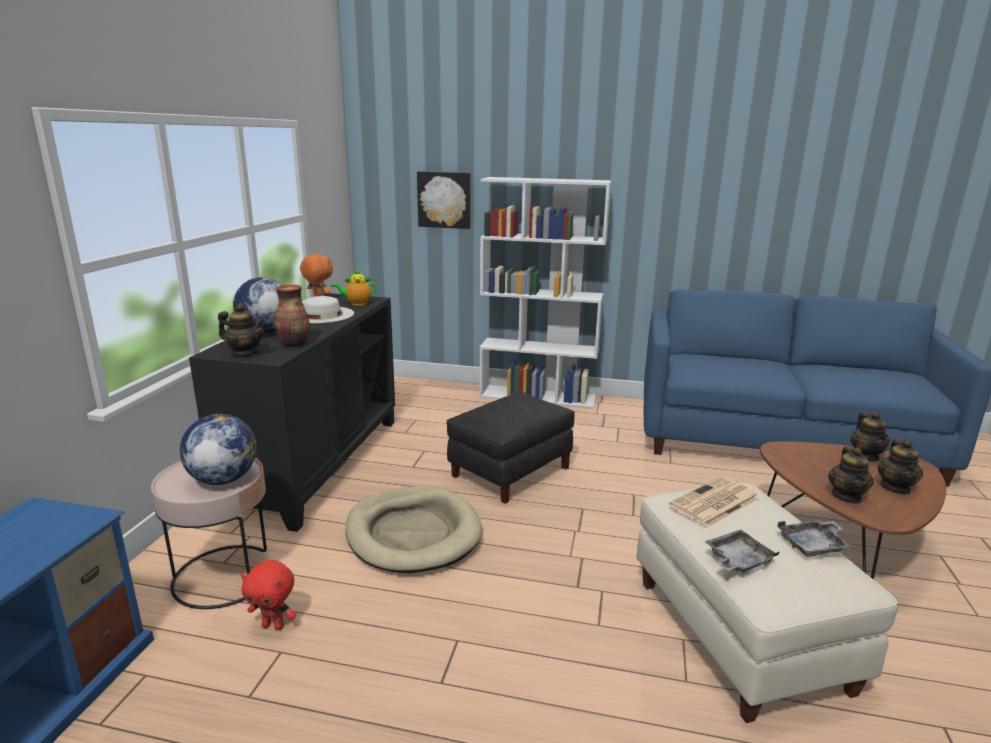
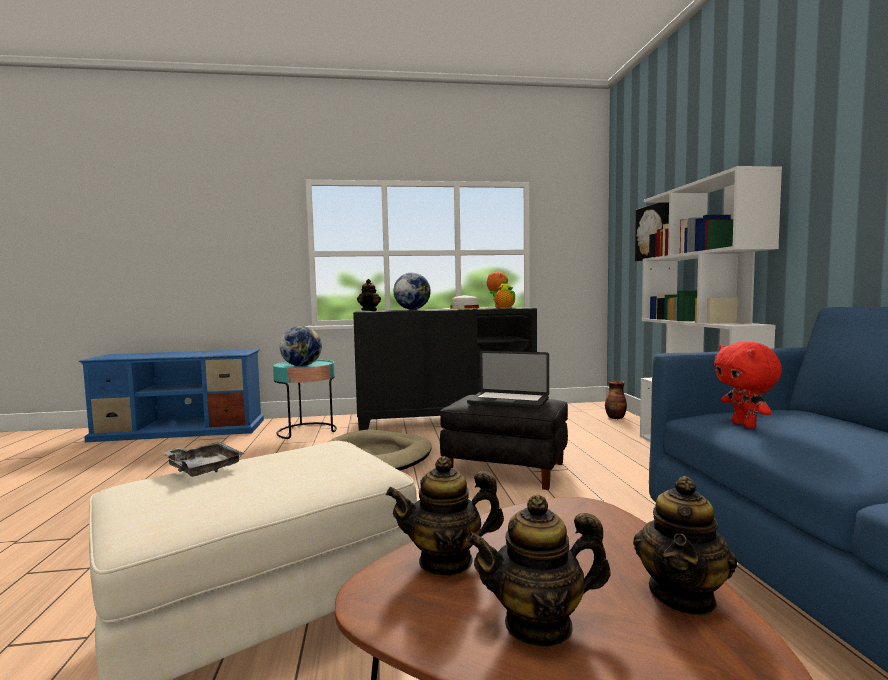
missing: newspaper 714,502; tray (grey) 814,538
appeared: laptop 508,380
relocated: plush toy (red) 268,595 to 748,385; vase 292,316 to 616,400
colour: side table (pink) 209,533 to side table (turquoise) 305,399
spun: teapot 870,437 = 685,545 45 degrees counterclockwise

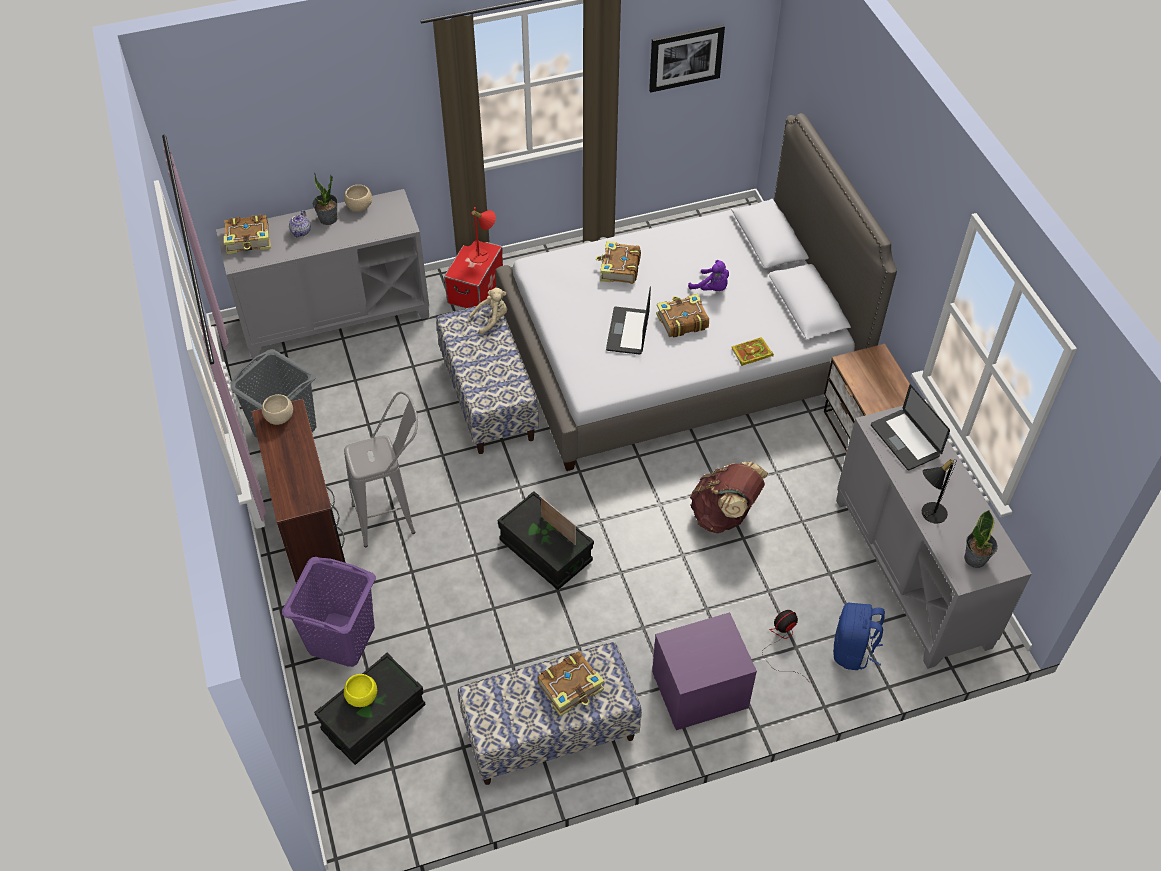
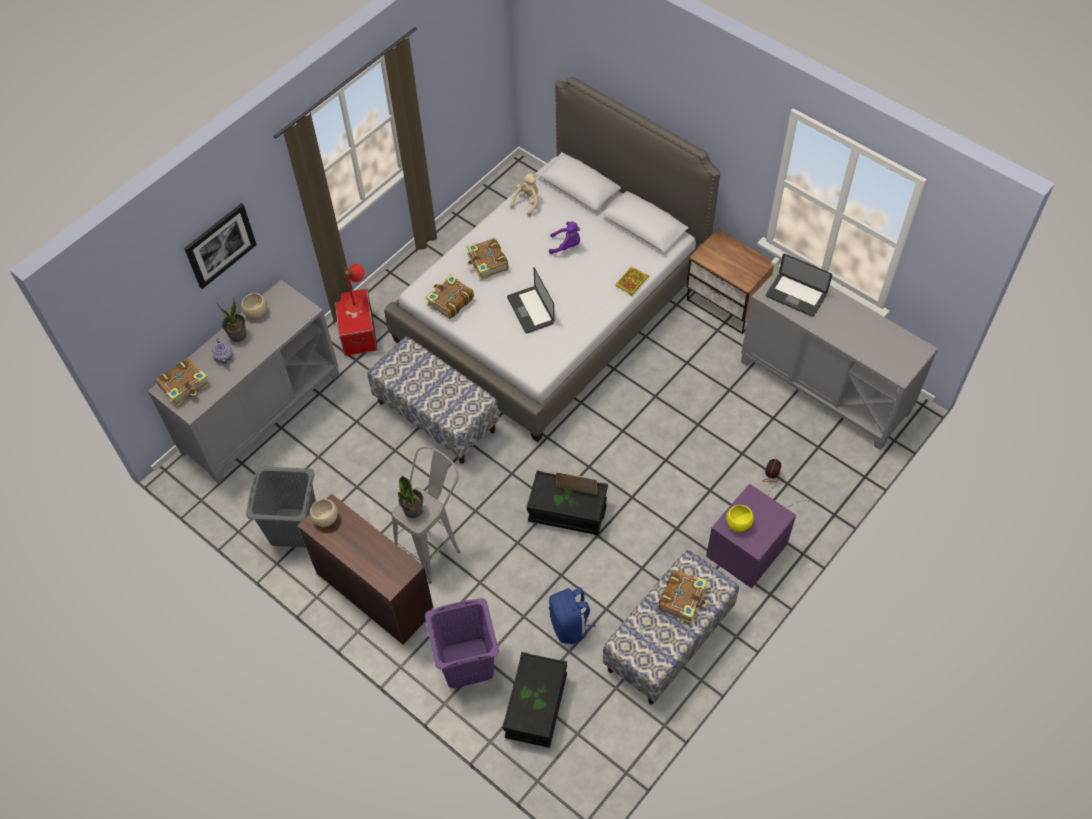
missing: backpack (brown) 729,497; table lamp (black) 939,491
relocated: bowl (yellow) 360,690 to 740,518; plush toy (beige) 488,311 to 524,194; picture 687,58 to 220,246; book 682,315 to 450,296; backpack (blue) 859,636 to 572,615; potted plant 981,539 to 411,497

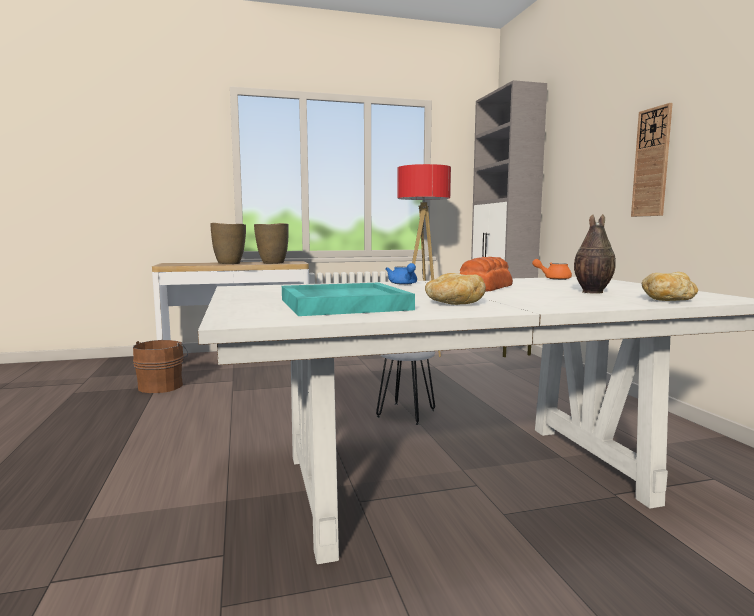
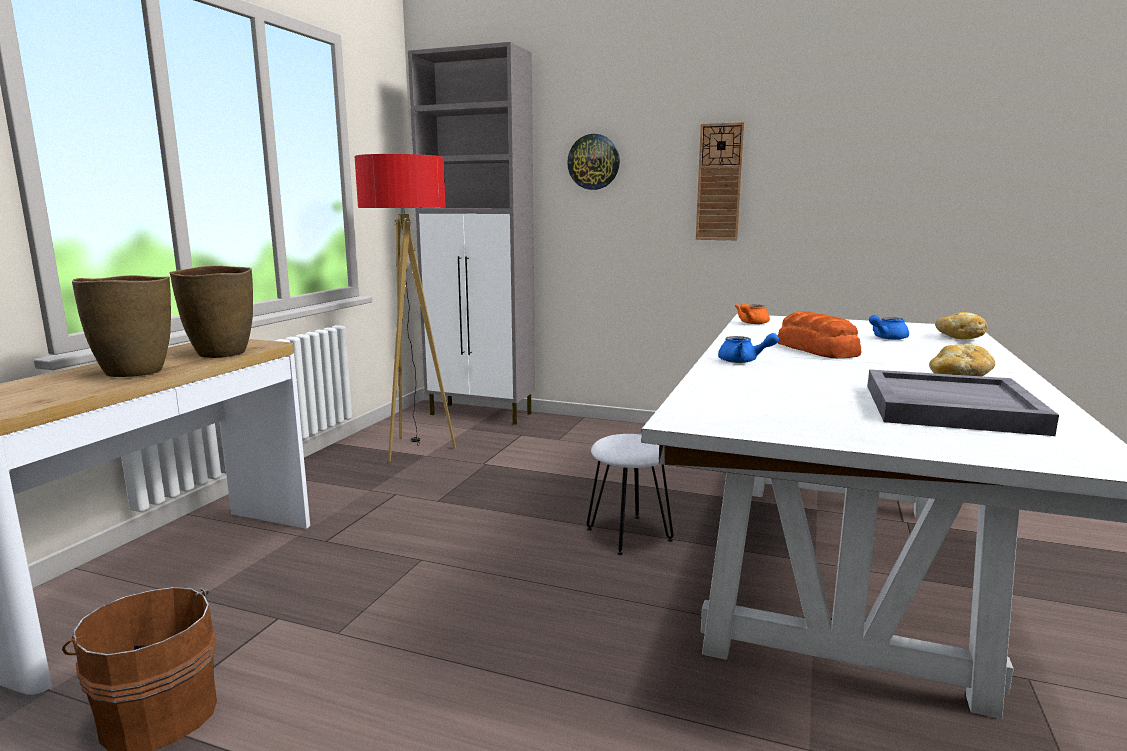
appeared: wall clock 593,162
exchanged: vase 595,254 to teapot (blue) 889,327
colour: tray (turquoise) 348,299 to tray (grey) 963,402

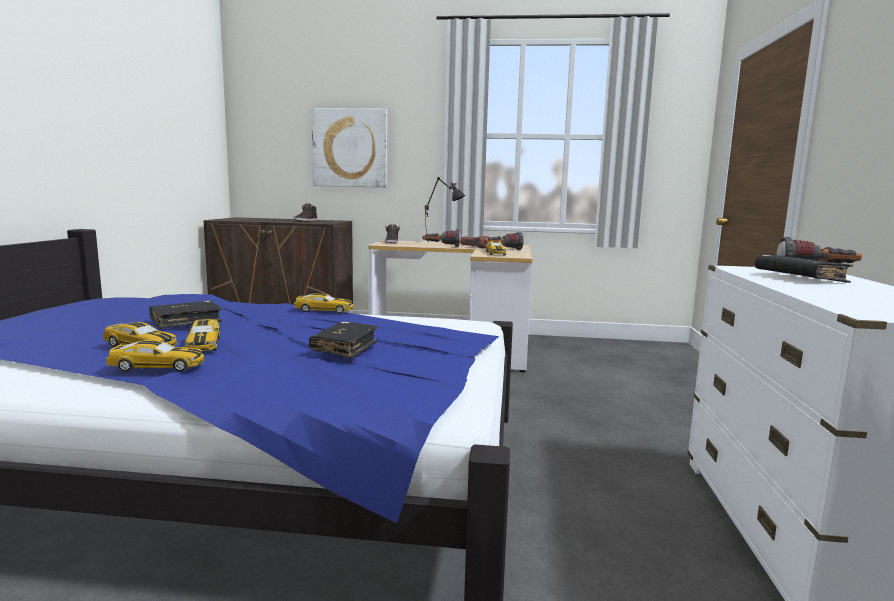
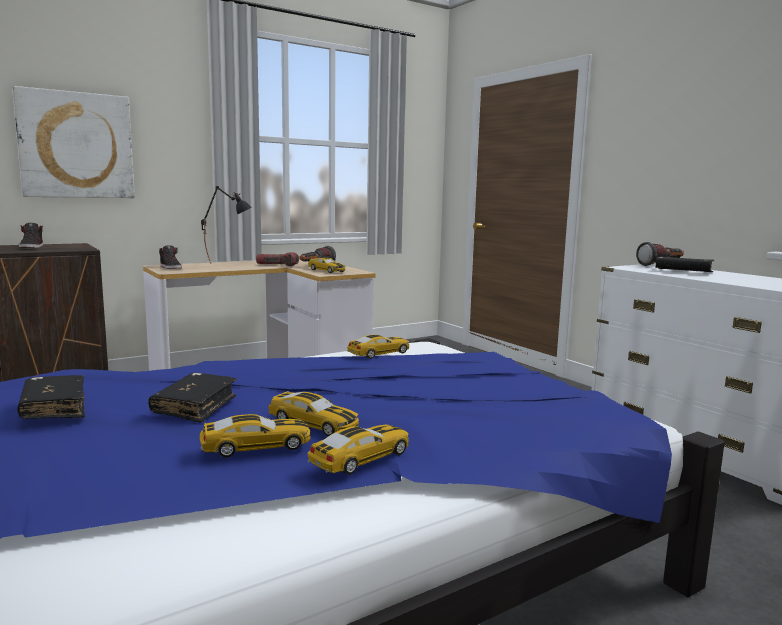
missing: flashlight 441,238
relocated: toy car 323,303 to 378,347; book (black) 343,340 to 51,397

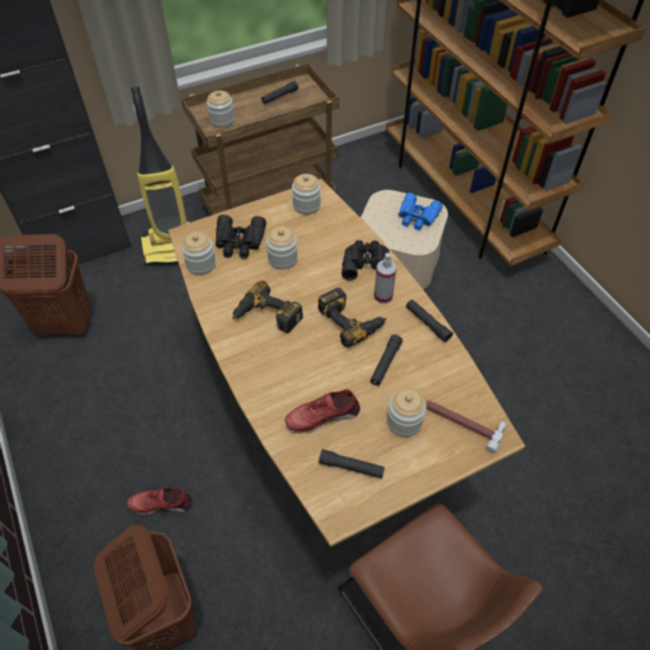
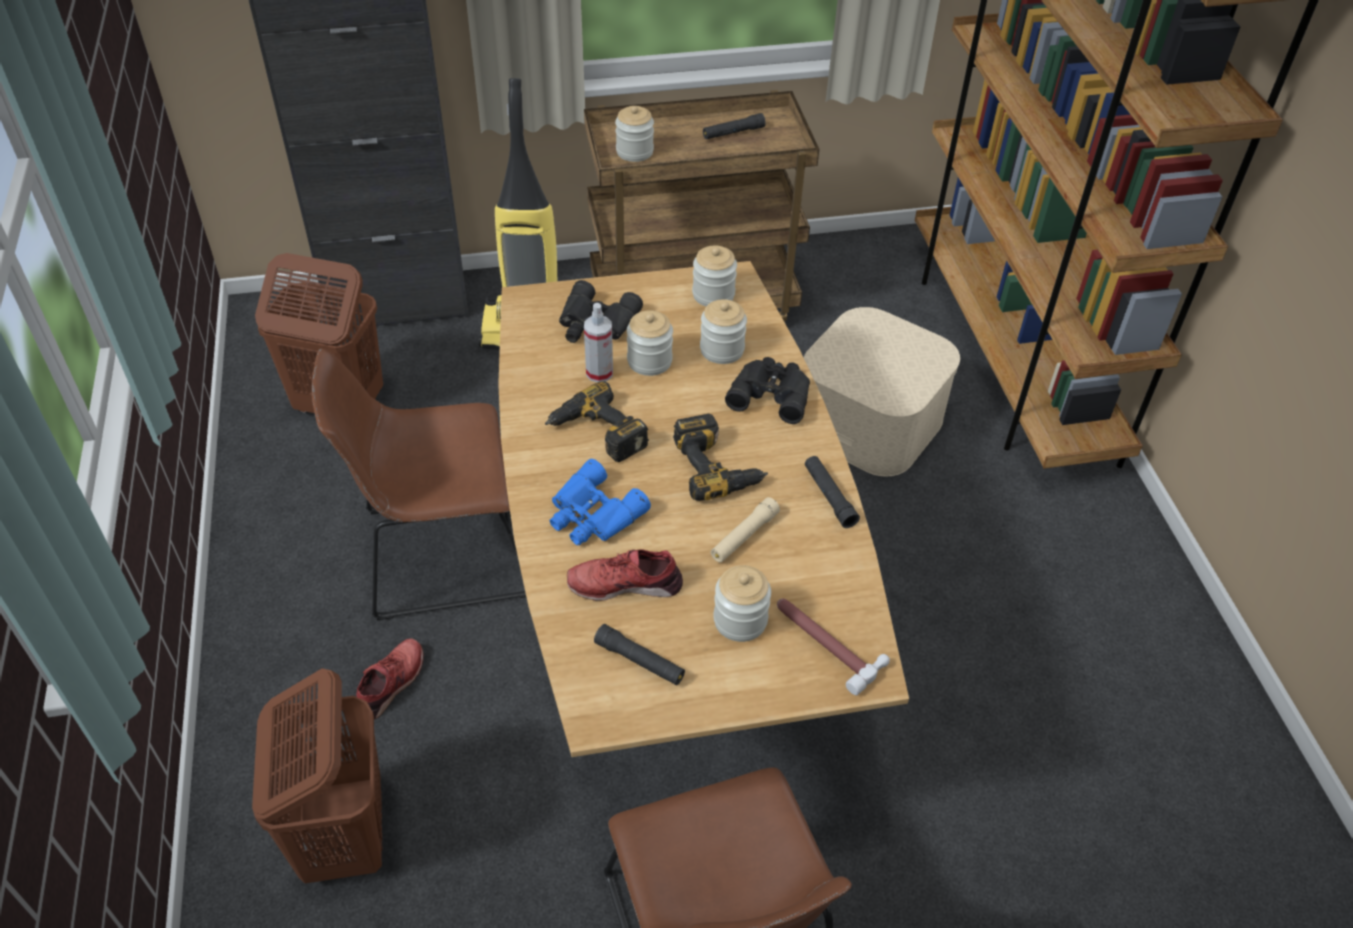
appeared: chair (brown) 419,484
relocated: jar 198,253 to 723,331; spray bottle 385,278 to 598,342; binoculars (blue) 420,212 to 600,502
colour: flashlight (black) 386,360 to flashlight (beige) 745,530
spun: shoe (red) 159,501 = 390,679 105 degrees clockwise

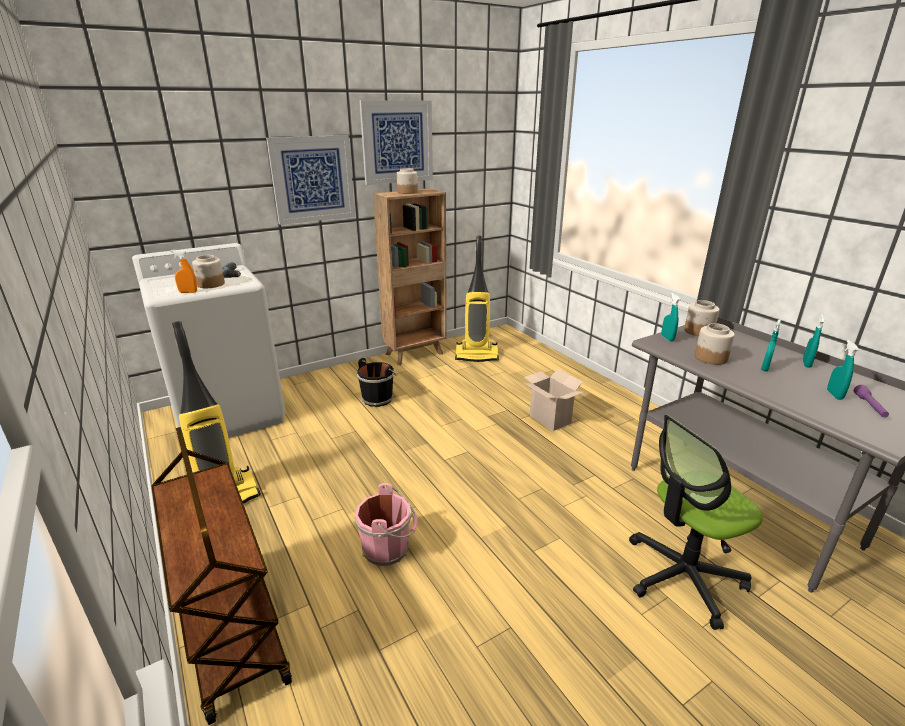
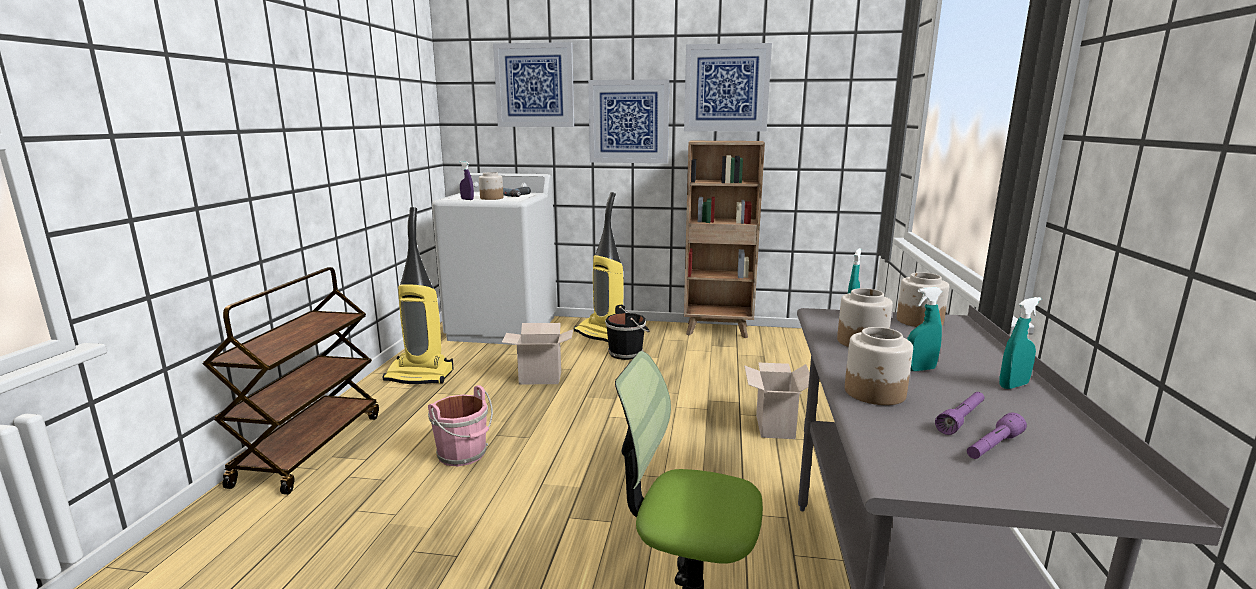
appeared: picture 533,84; cardboard box 537,354
relocated: jar 407,181 to 879,366; vacuum cleaner 477,299 to 599,267
exchanged: spray bottle (turquoise) 843,370 to flashlight (purple) 959,413
colour: spray bottle (orange) 184,271 to spray bottle (purple) 467,180

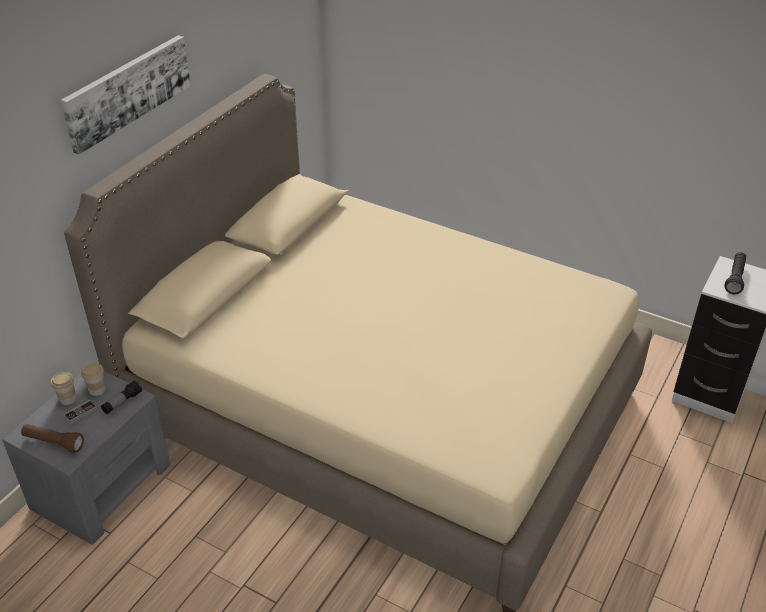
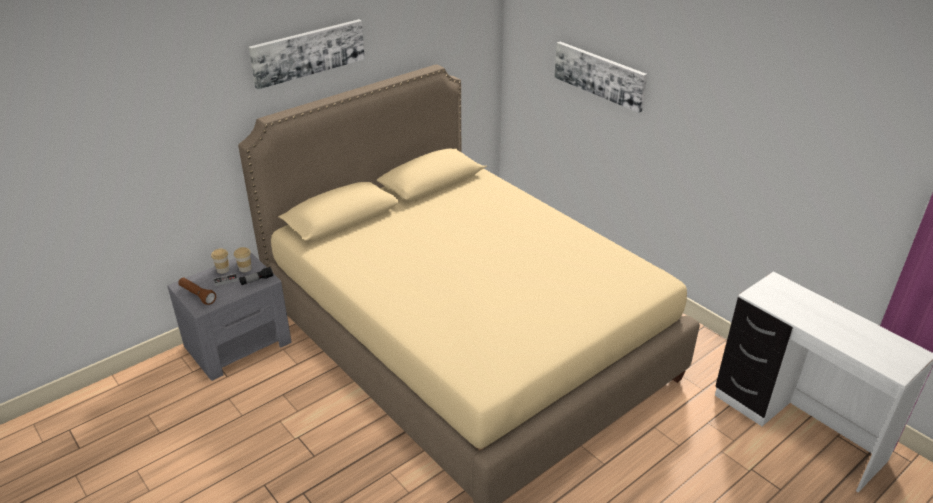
missing: flashlight (black) 735,273
appeared: picture 600,77

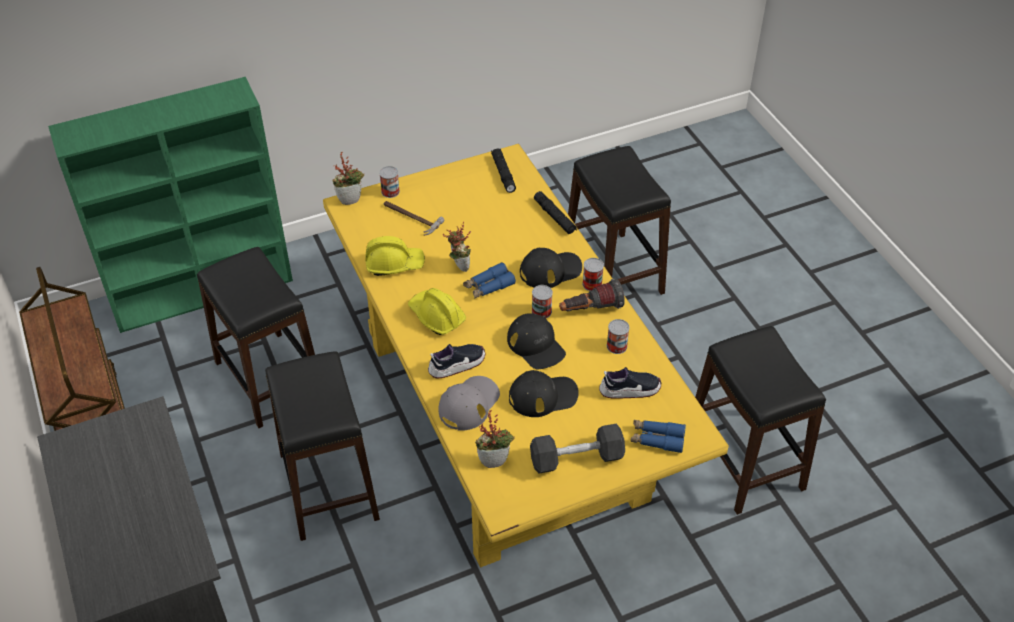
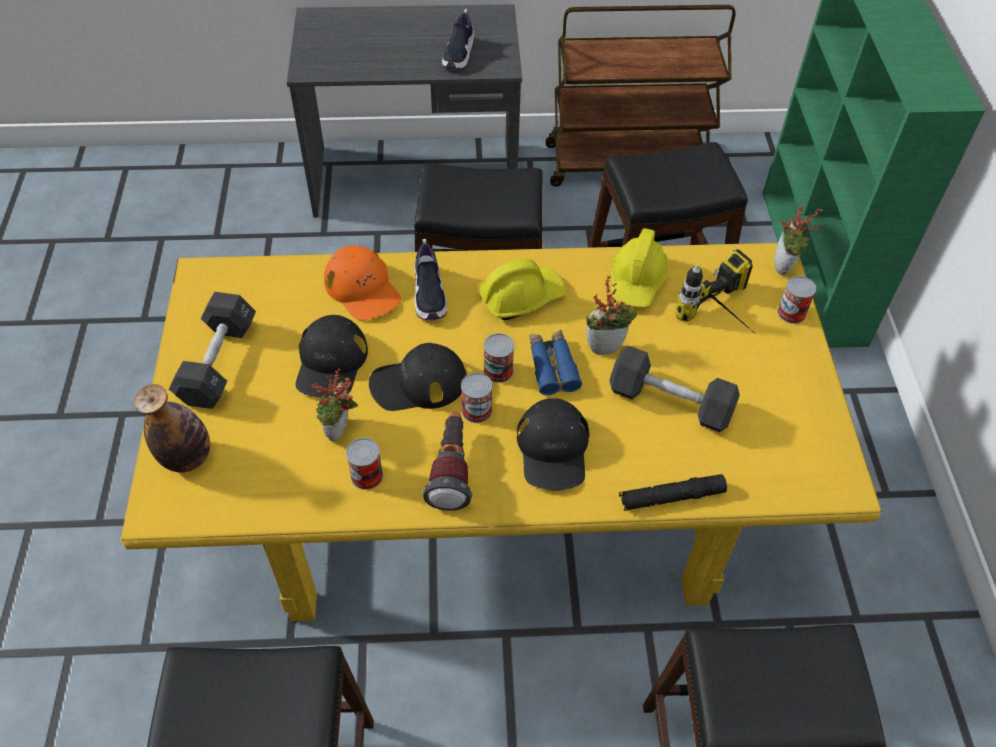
missing: flashlight (black) 503,171
appeared: dumbbell (black) 674,389
relocated: potted plant 495,439 to 334,404; can 593,274 to 499,358; shoe 630,383 to 458,39
exchanged: hammer 414,218 to power drill 716,292; binoculars (blue) 658,436 to bottle 172,428
colour: cap (grey) 469,403 to cap (orange) 362,282

